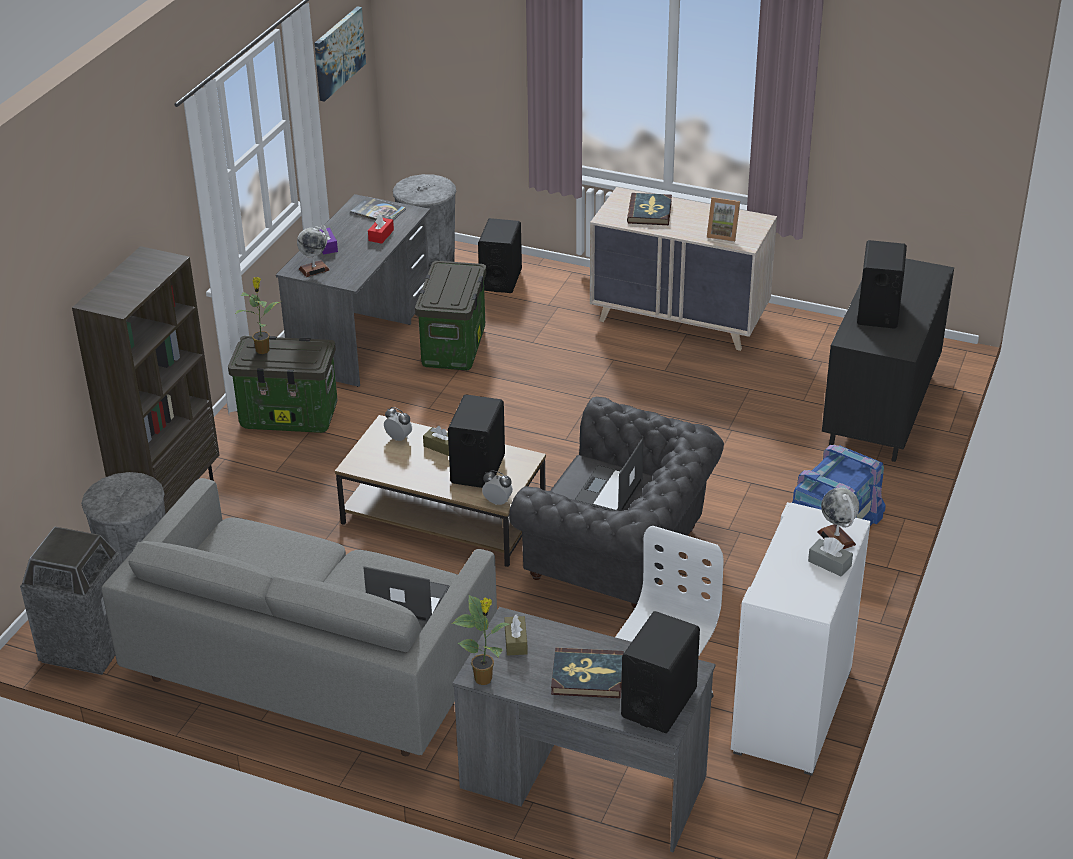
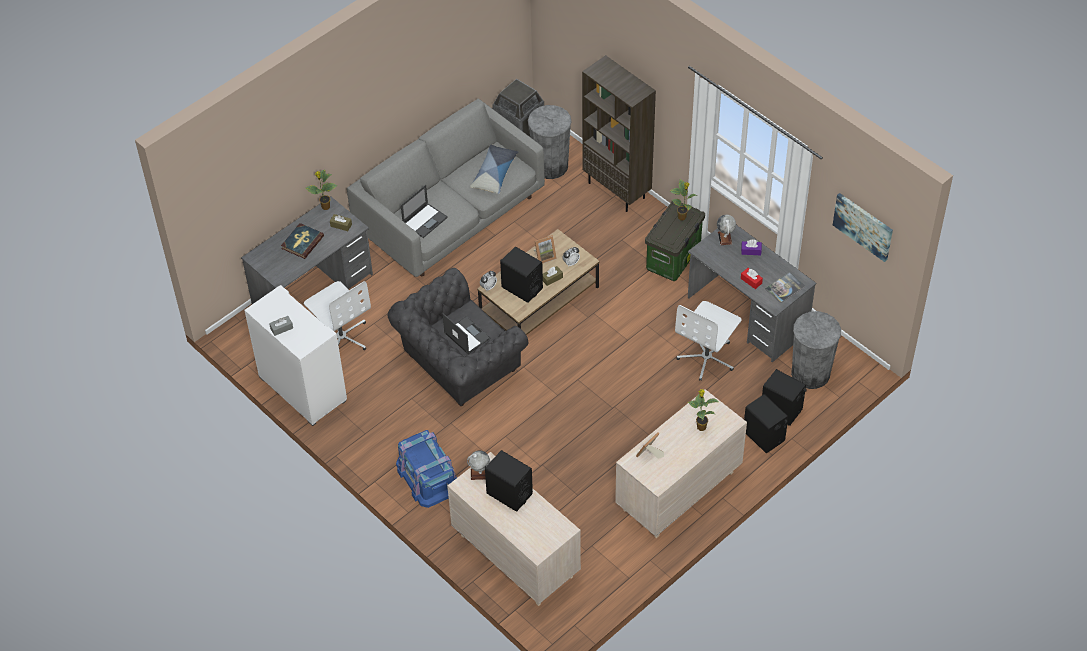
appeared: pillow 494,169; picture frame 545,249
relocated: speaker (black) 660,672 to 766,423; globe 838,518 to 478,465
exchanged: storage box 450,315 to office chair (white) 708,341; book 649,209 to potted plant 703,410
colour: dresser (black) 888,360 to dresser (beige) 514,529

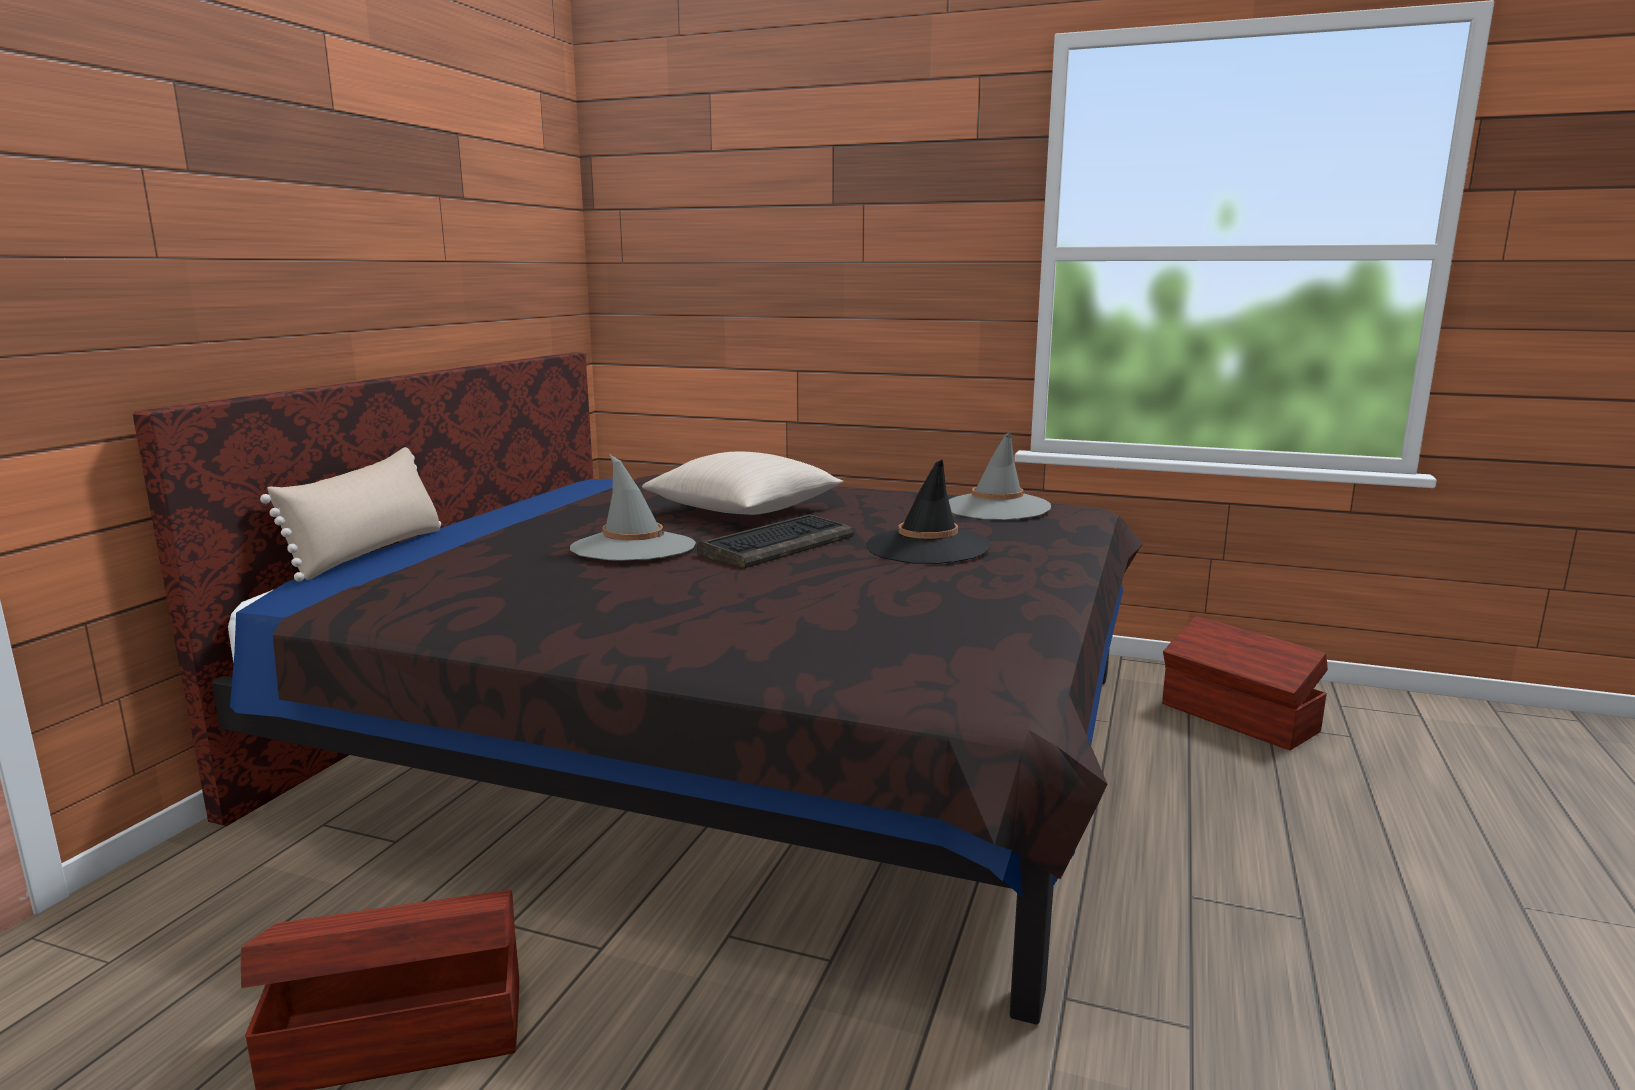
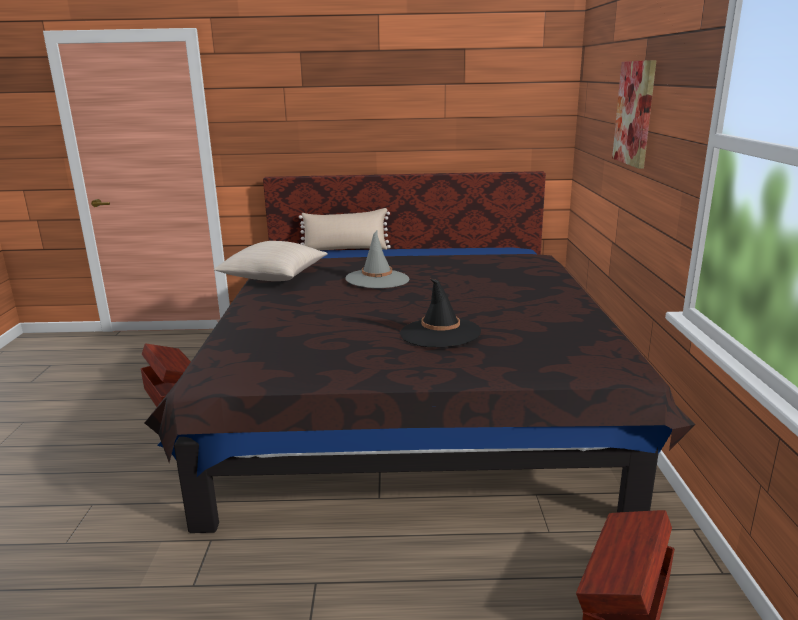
missing: keyboard 775,541; hat (grey) 1000,476
appeared: picture 634,114
relocated: pillow (beige) 742,483 to 271,261

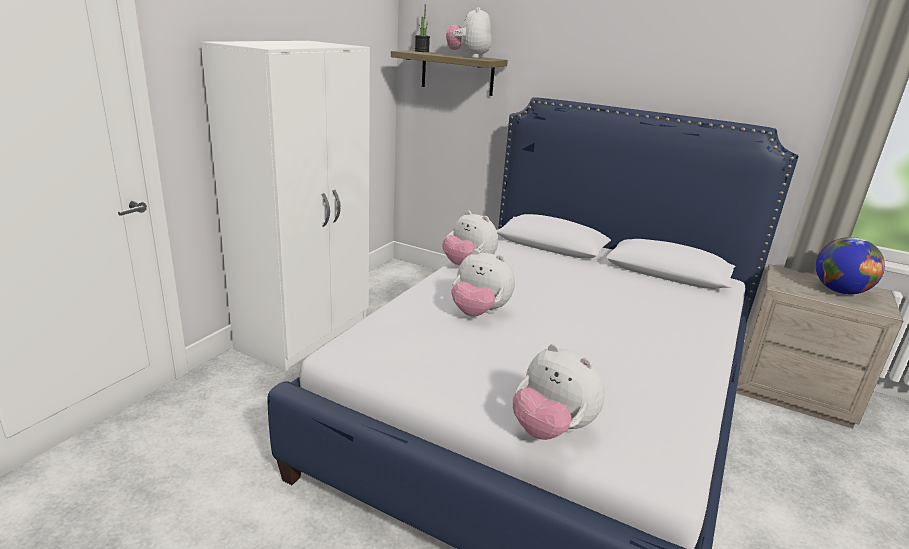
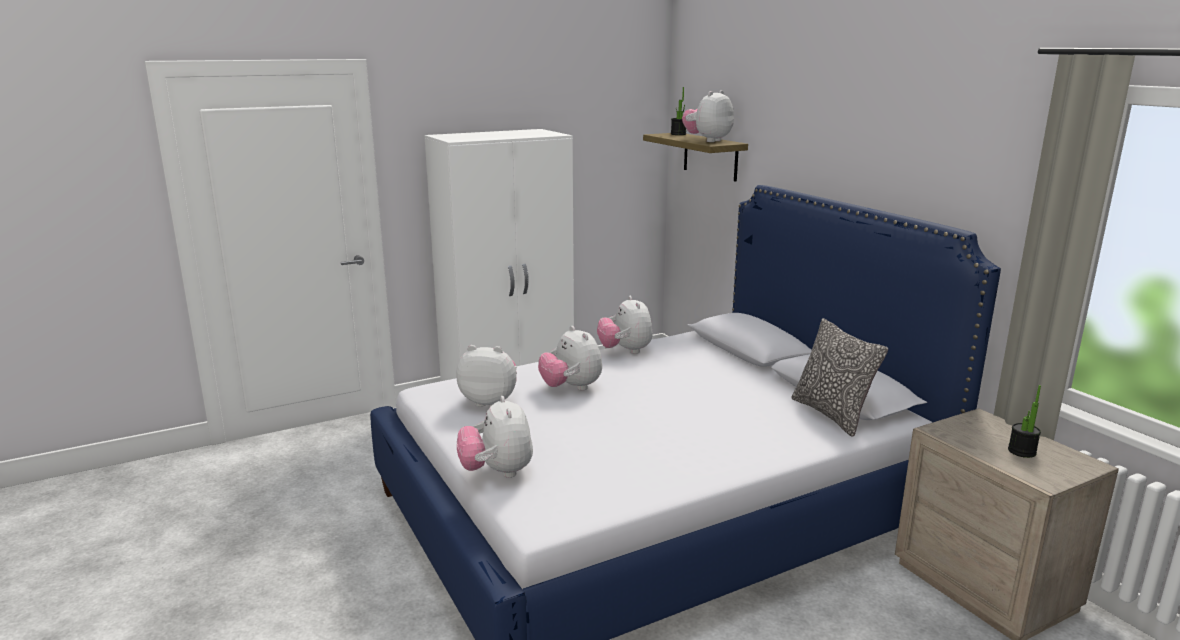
appeared: plush toy 486,376; pillow 840,377
exchanged: globe 850,265 to potted plant 1024,421

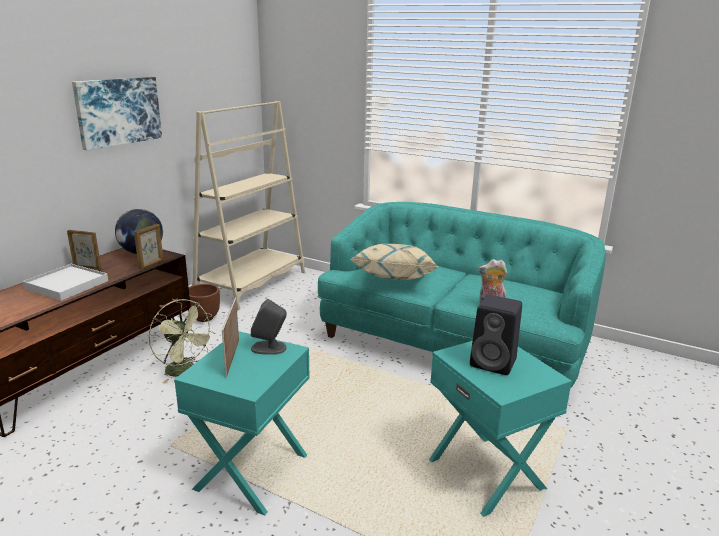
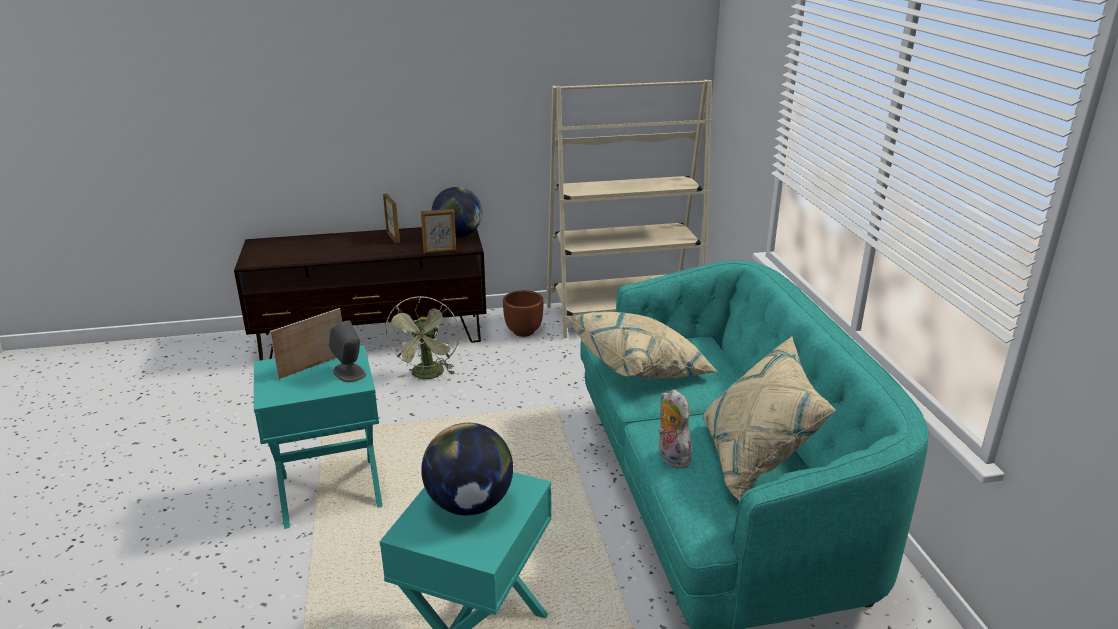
missing: tray (white) 65,282; picture 117,114
appeared: pillow (beige) 769,418
exchanged: speaker (black) 496,335 to globe 467,469

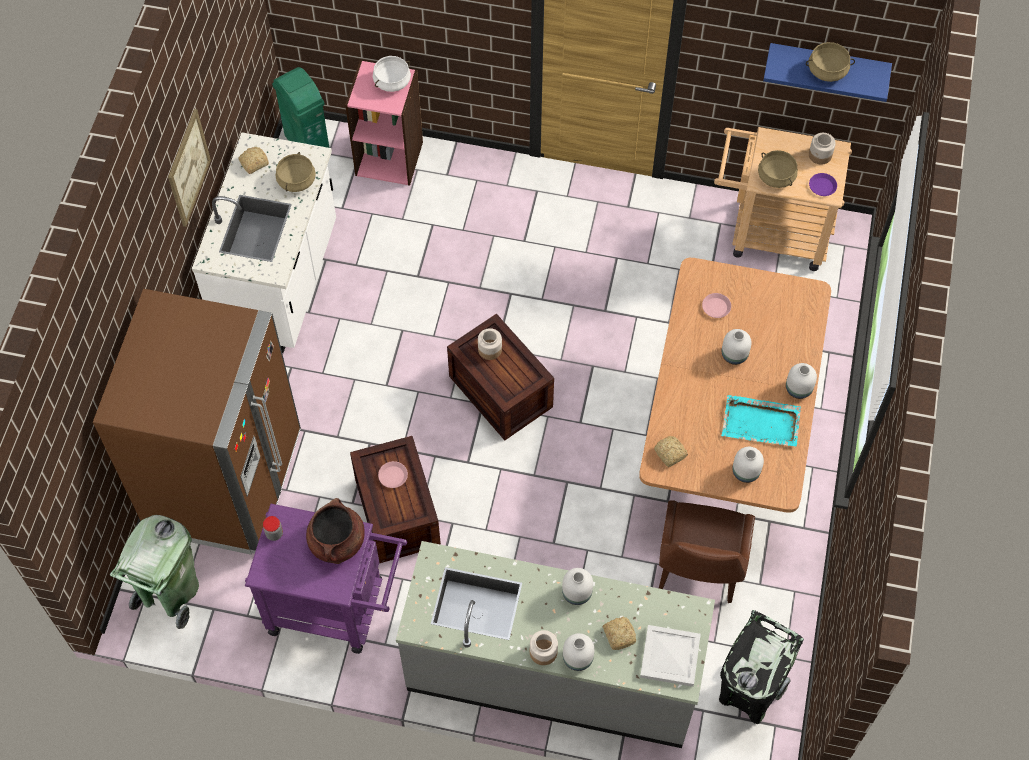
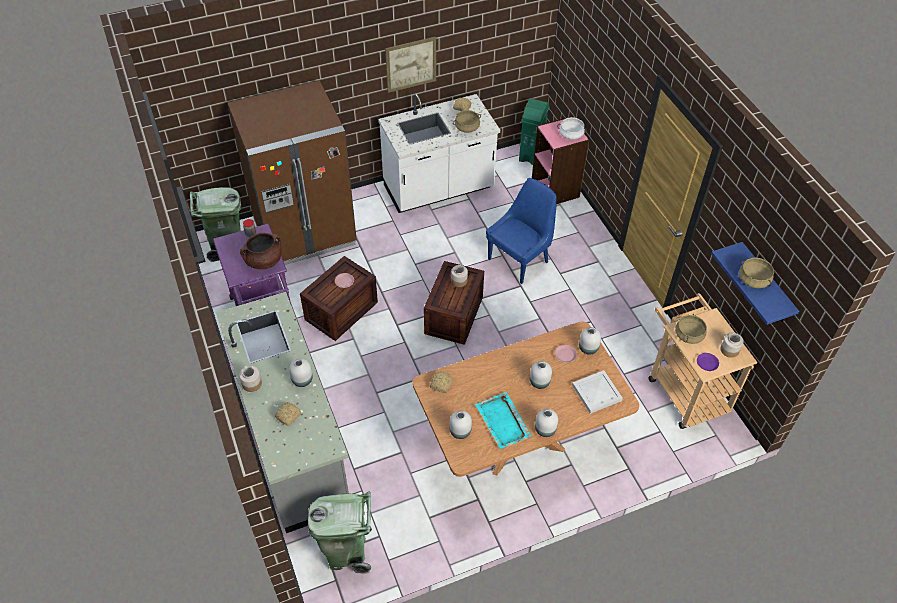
missing: chair (brown) 707,551
appeared: chair (blue) 521,231
relocated: vase (white) 579,652 to 590,341; tray (white) 670,656 to 597,392
colour: trash can (black) 761,667 to trash can (green) 340,532

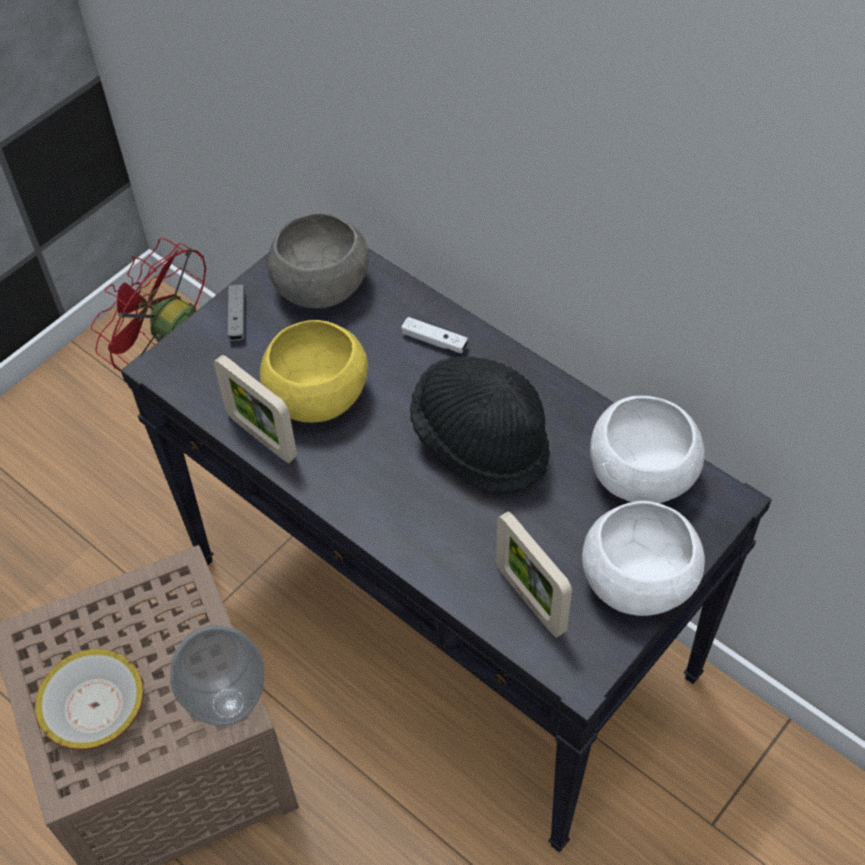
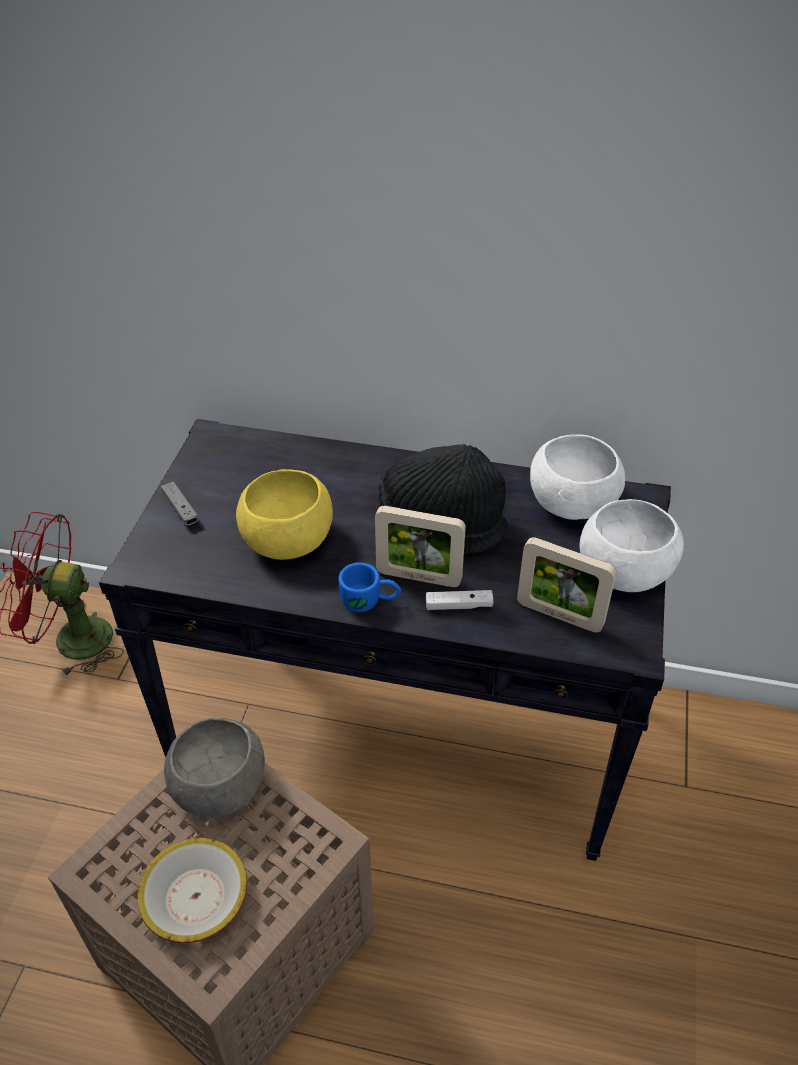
missing: vase 217,675
appeared: mug (blue) 370,587
relocated: picture frame 255,409 to 420,546; bowl (grey) 318,260 to 214,768; game controller (white) 434,335 to 459,600

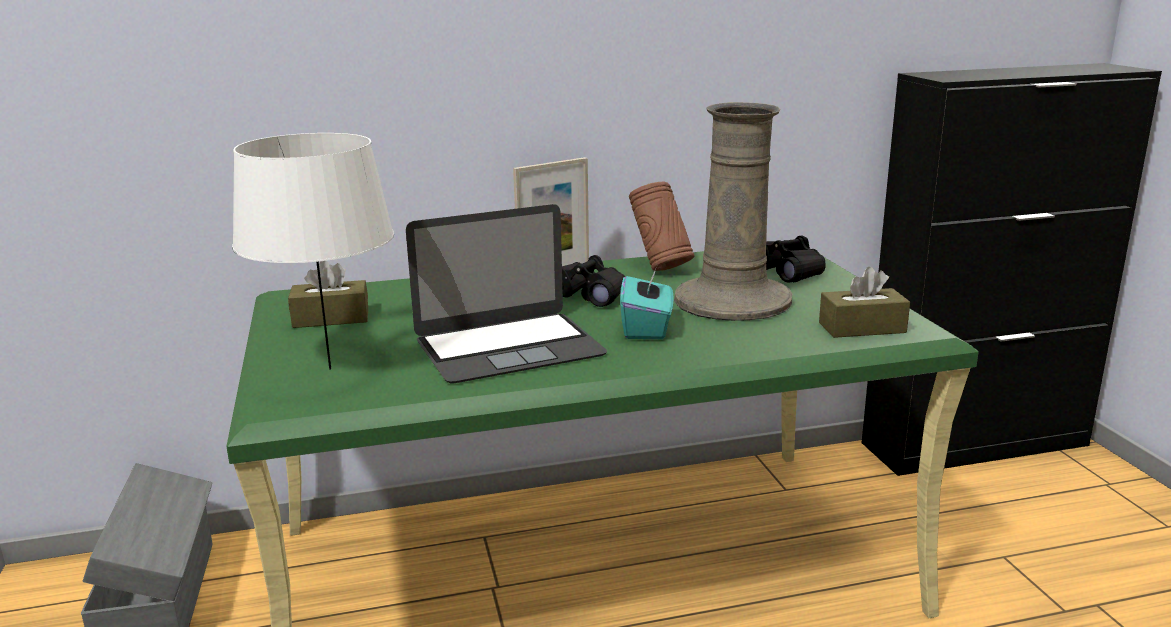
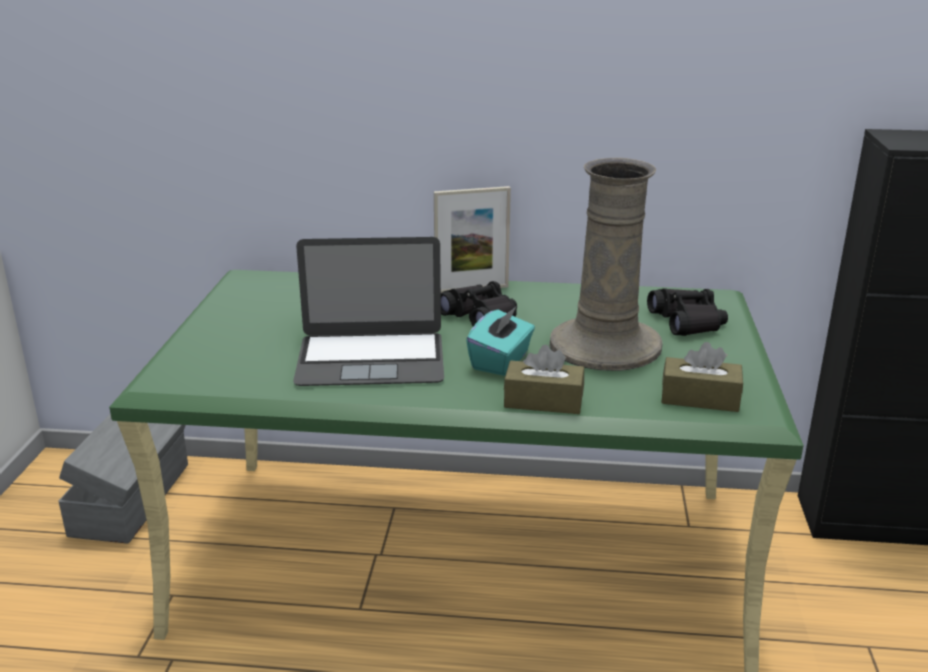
missing: table lamp (white) 313,251; vase (brown) 661,226
relocated: tissue box (brown) 328,294 to 544,379

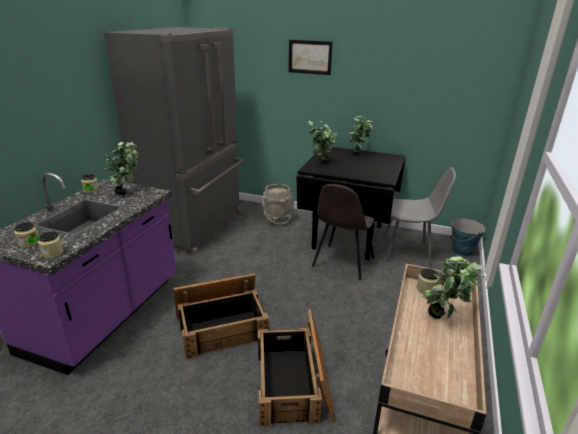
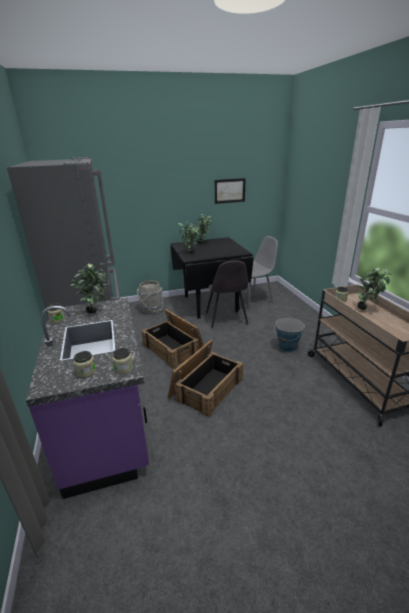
relocated: crate 297,368 to 172,339; picture 311,57 to 230,191; bucket 467,237 to 289,335

